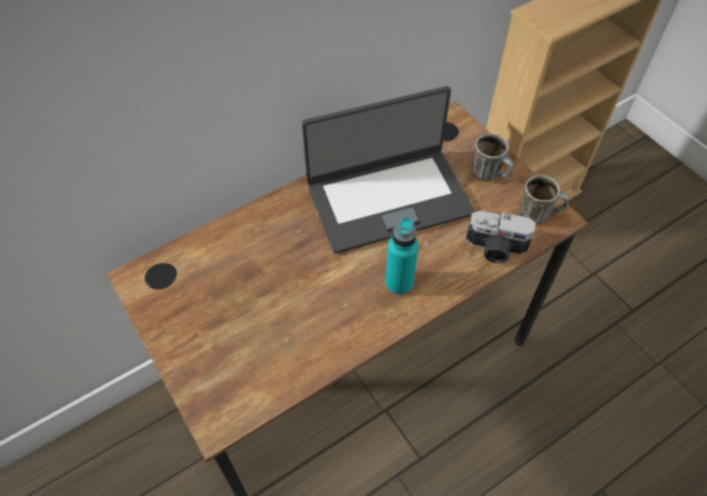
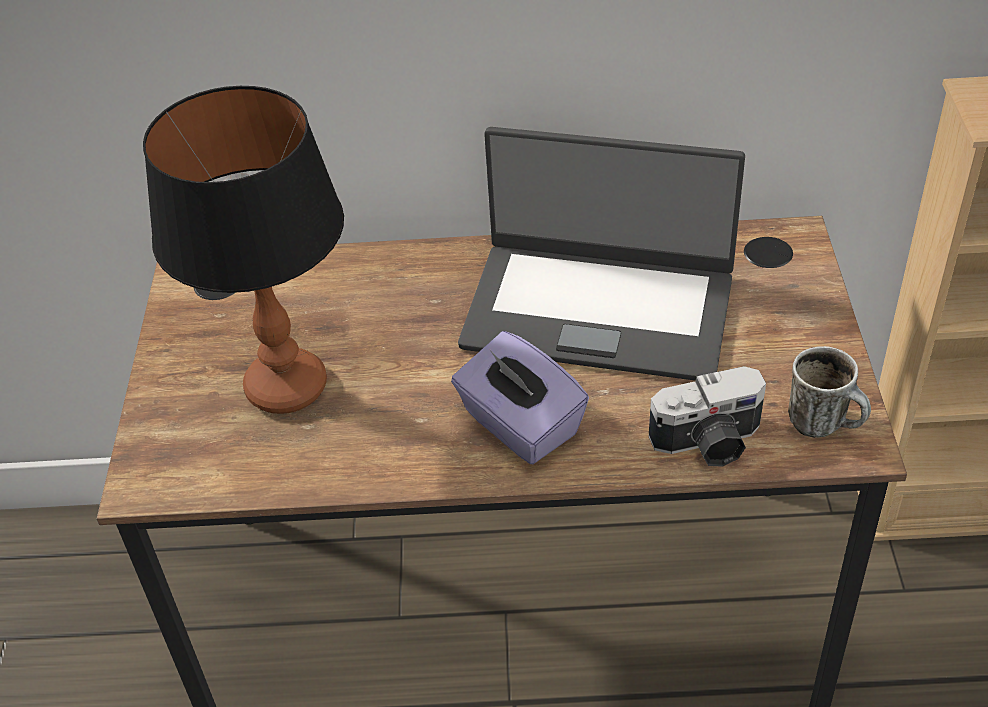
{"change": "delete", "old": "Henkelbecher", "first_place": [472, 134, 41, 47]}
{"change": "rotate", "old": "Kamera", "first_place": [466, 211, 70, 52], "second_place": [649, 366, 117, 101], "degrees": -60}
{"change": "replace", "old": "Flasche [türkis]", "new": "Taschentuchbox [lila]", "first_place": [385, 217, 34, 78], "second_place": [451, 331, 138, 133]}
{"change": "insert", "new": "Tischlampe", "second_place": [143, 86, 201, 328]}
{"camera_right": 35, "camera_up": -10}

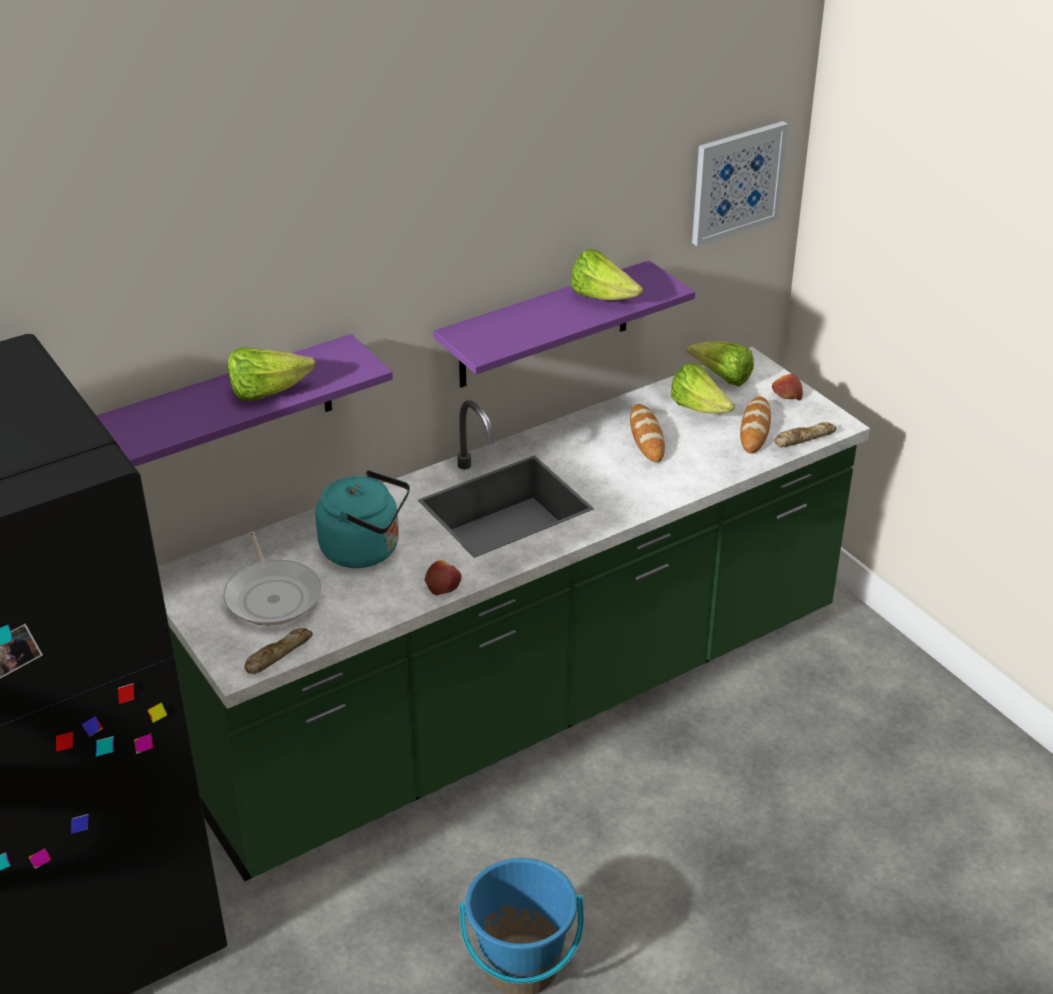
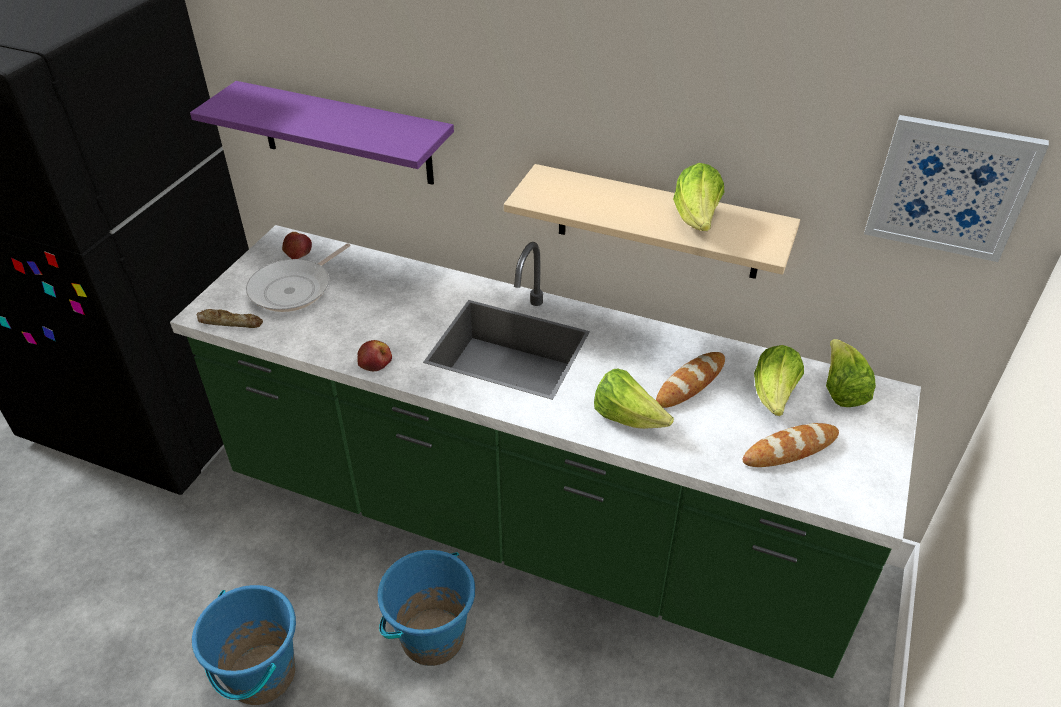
{"change": "recolor", "old": "Wandregal [lila]", "new": "Wandregal [beige]", "first_place": [433, 260, 262, 128], "second_place": [504, 164, 296, 115]}
{"change": "move", "old": "Salatkopf", "first_place": [228, 347, 87, 54], "second_place": [594, 368, 80, 61]}
{"change": "move", "old": "Apfel", "first_place": [772, 374, 31, 27], "second_place": [282, 232, 30, 27]}
{"change": "delete", "old": "Brot", "first_place": [774, 422, 62, 25]}
{"change": "delete", "old": "Wasserkessel [türkis]", "first_place": [316, 470, 94, 98]}
{"change": "insert", "new": "Eimer [blau]", "second_place": [378, 550, 97, 116]}
{"camera_right": 55, "camera_up": 5}

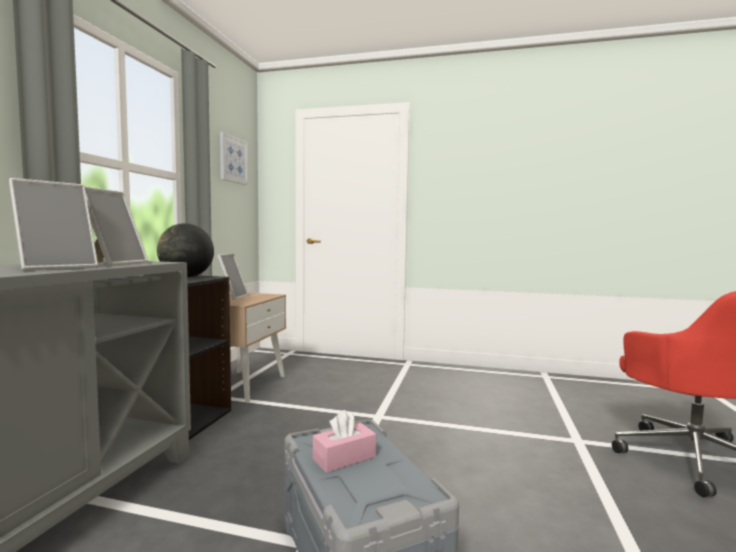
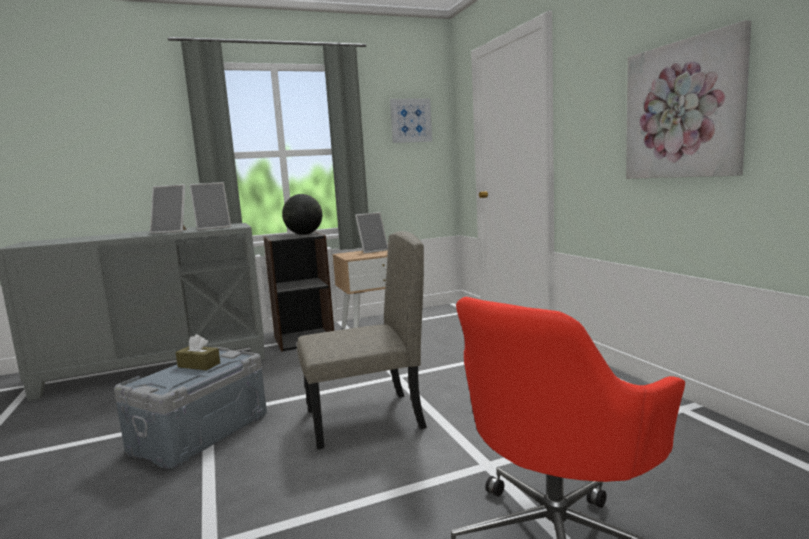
{"change": "recolor", "old": "Taschentuchbox [rosa]", "new": "Taschentuchbox [braun]", "first_place": [313, 410, 63, 63], "second_place": [176, 334, 44, 36]}
{"change": "insert", "new": "Bild", "second_place": [626, 20, 125, 159]}
{"change": "insert", "new": "Stuhl [beige]", "second_place": [297, 231, 130, 218]}
{"camera_right": 55, "camera_up": 5}

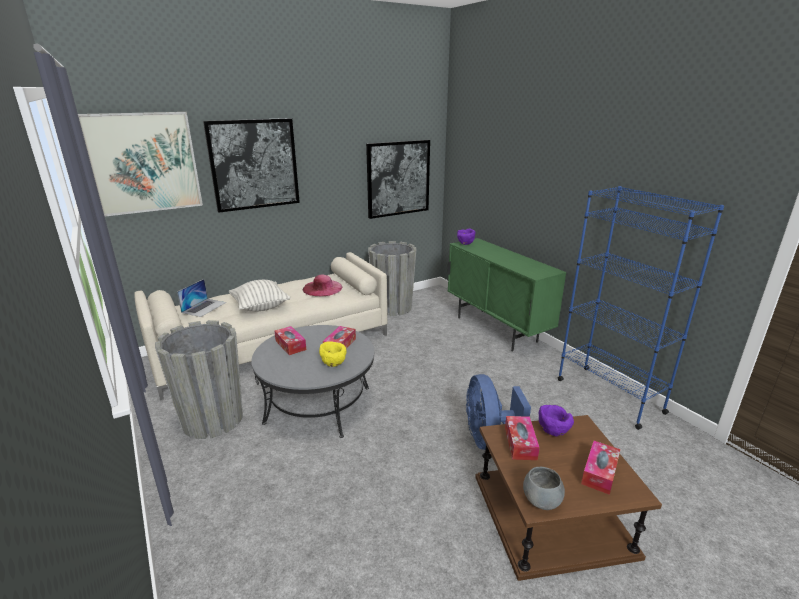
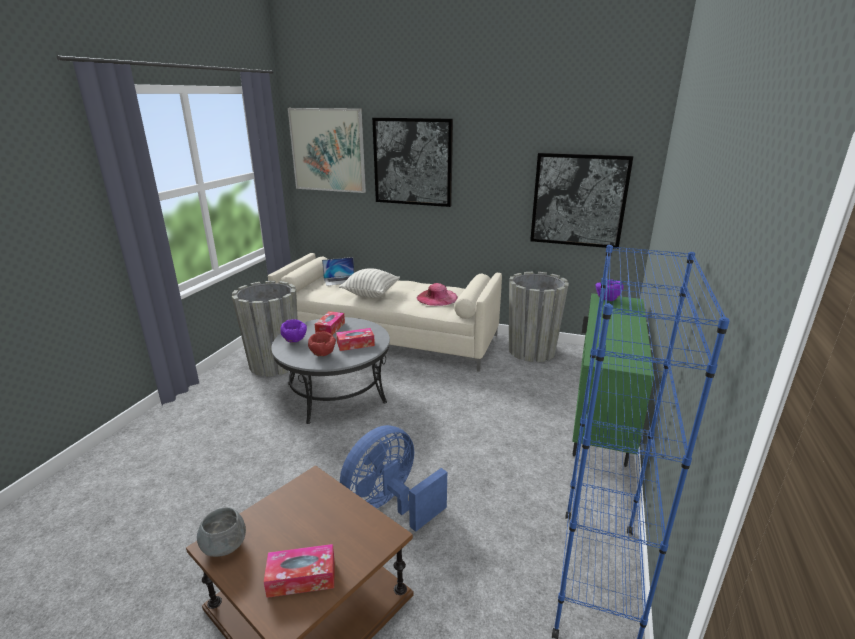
{"change": "recolor", "old": "Schüssel [gelb]", "new": "Schüssel [rot]", "first_place": [319, 341, 27, 26], "second_place": [308, 331, 28, 25]}
{"change": "move", "old": "Schüssel [lila]", "first_place": [539, 405, 35, 32], "second_place": [280, 319, 27, 24]}
{"change": "delete", "old": "Taschentuchbox", "first_place": [505, 416, 35, 44]}
{"camera_right": 50, "camera_up": 0}

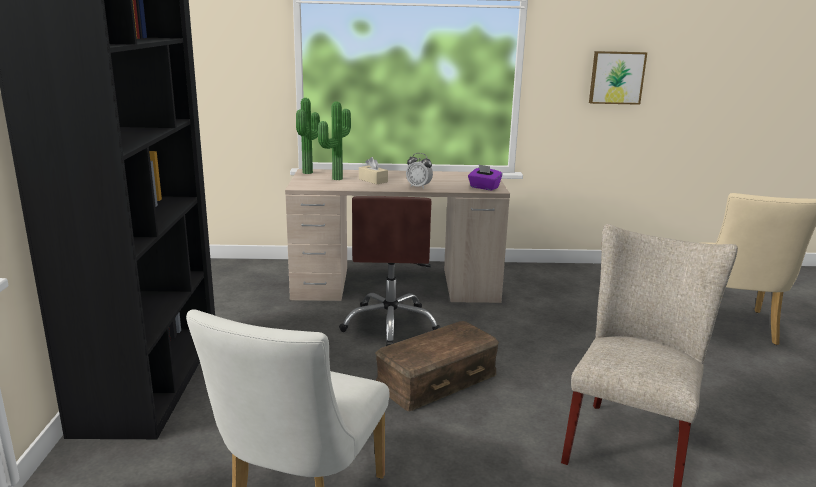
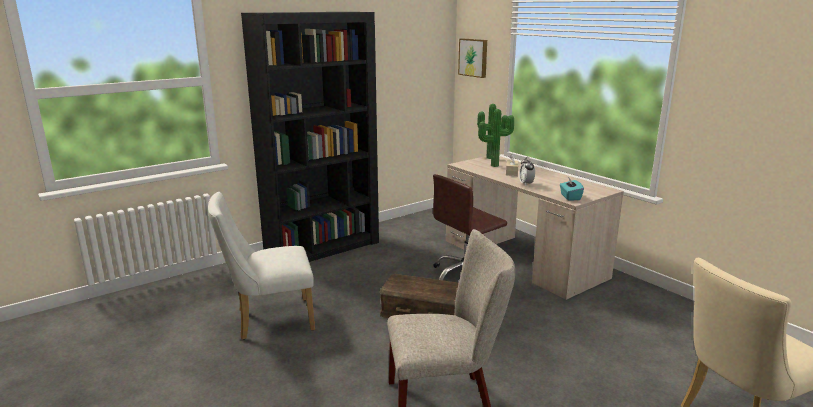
{"change": "move", "old": "Bild", "first_place": [589, 51, 58, 54], "second_place": [458, 38, 29, 40]}
{"change": "recolor", "old": "Taschentuchbox [lila]", "new": "Taschentuchbox [türkis]", "first_place": [468, 164, 35, 26], "second_place": [560, 177, 24, 23]}
{"camera_right": 55, "camera_up": 0}

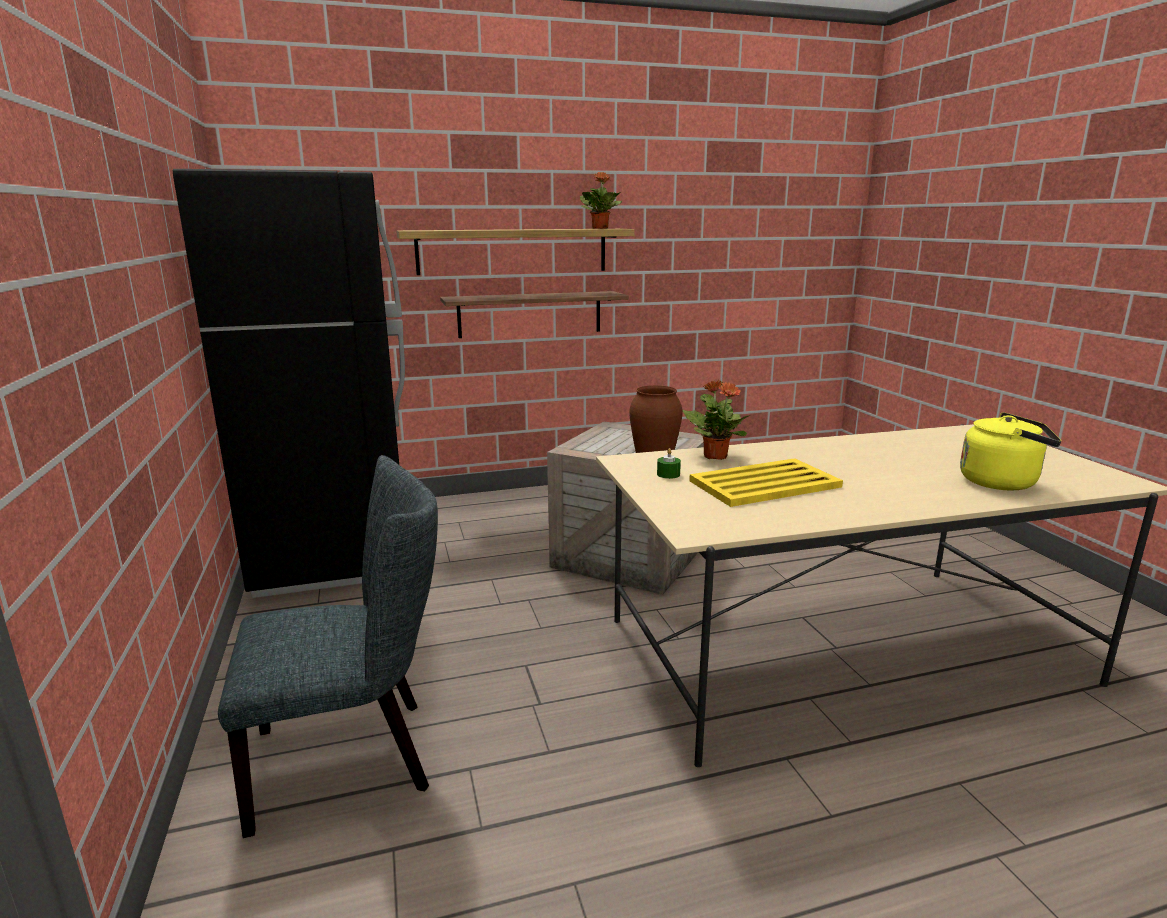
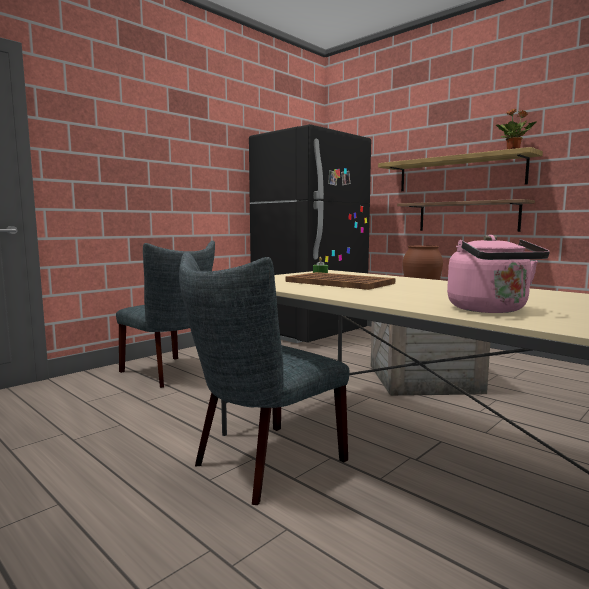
{"change": "delete", "old": "Topfpflanze", "first_place": [682, 380, 68, 80]}
{"change": "recolor", "old": "Wasserkessel [gelb]", "new": "Wasserkessel [rosa]", "first_place": [960, 412, 101, 79], "second_place": [447, 235, 103, 78]}
{"change": "recolor", "old": "Tablett [gelb]", "new": "Tablett [braun]", "first_place": [689, 458, 154, 49], "second_place": [286, 272, 109, 18]}
{"change": "insert", "new": "Stuhl [grau]", "second_place": [179, 252, 171, 253]}
{"camera_right": 60, "camera_up": -10}

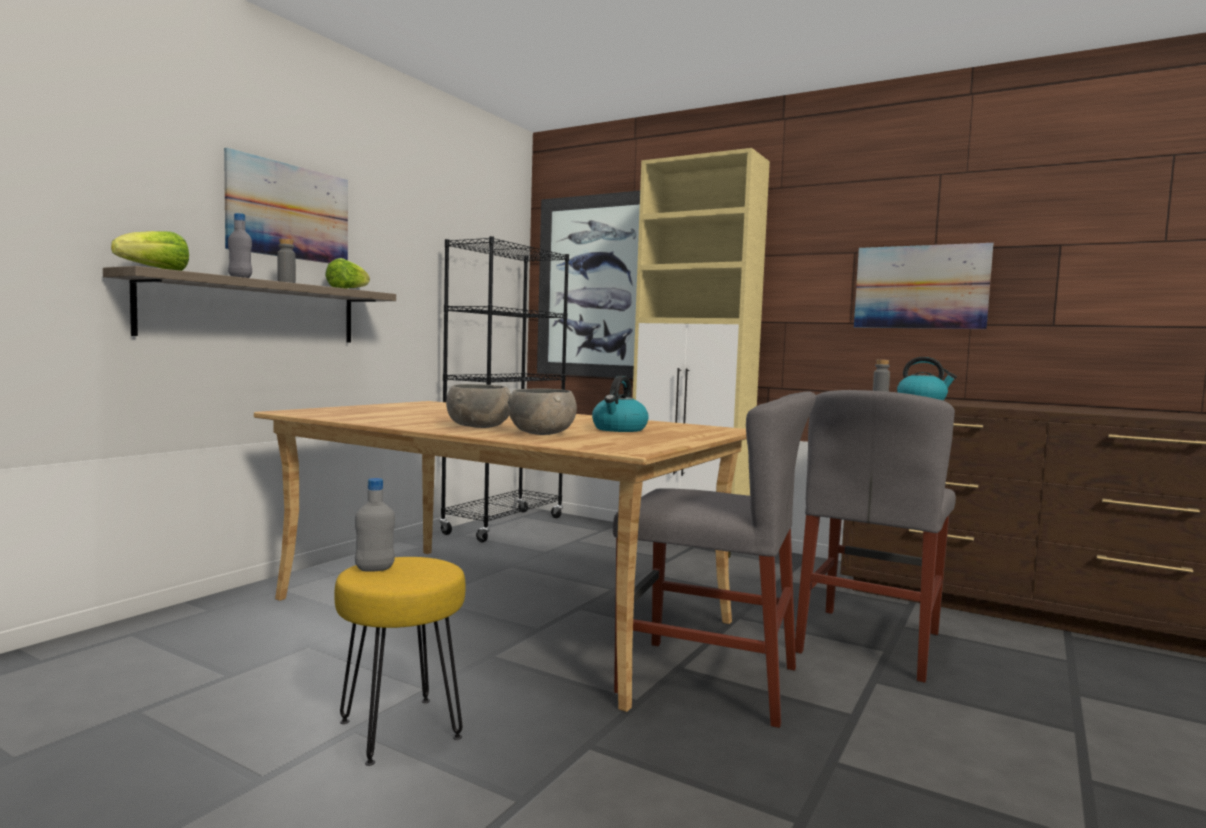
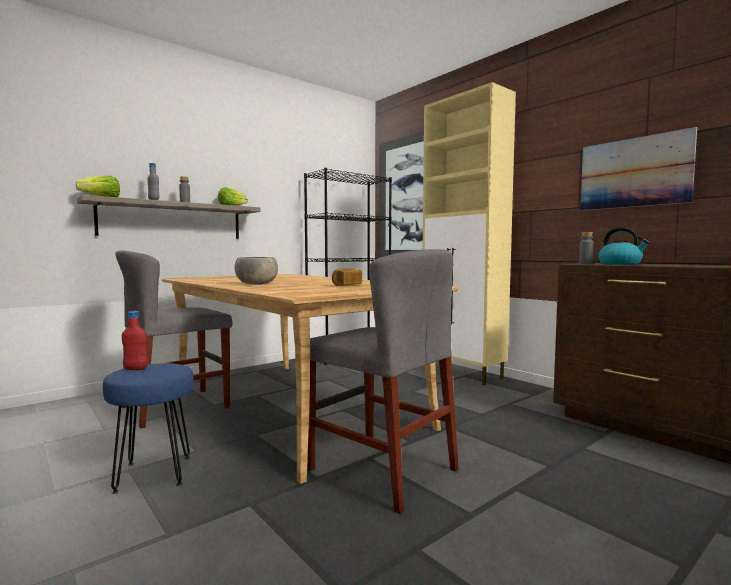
{"change": "delete", "old": "Bild", "first_place": [224, 148, 124, 115]}
{"change": "replace", "old": "Wasserkessel", "new": "Brot", "first_place": [592, 376, 57, 56], "second_place": [332, 268, 30, 18]}
{"change": "delete", "old": "Schüssel [grau]", "first_place": [507, 388, 70, 47]}
{"change": "move", "old": "Stuhl [grau]", "first_place": [795, 390, 161, 293], "second_place": [115, 250, 117, 179]}
{"change": "recolor", "old": "Flasche [grau]", "new": "Flasche [rot]", "first_place": [355, 478, 40, 94], "second_place": [122, 311, 26, 59]}
{"change": "recolor", "old": "Hocker [gelb]", "new": "Hocker [blau]", "first_place": [334, 557, 131, 209], "second_place": [103, 363, 91, 131]}
{"camera_right": 20, "camera_up": 0}

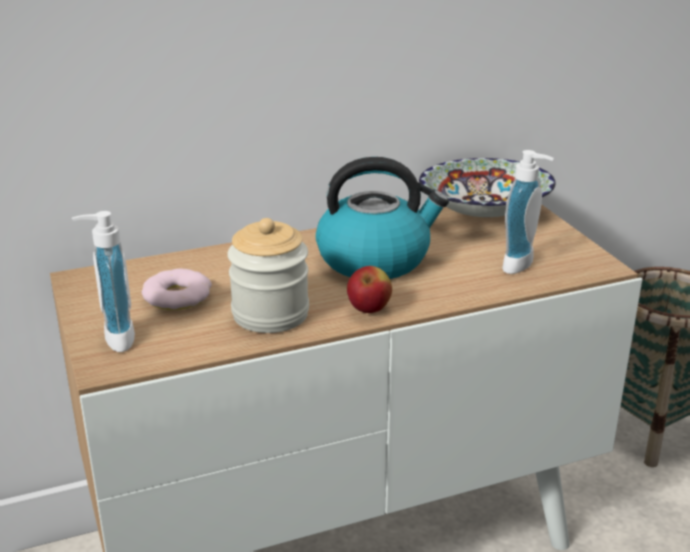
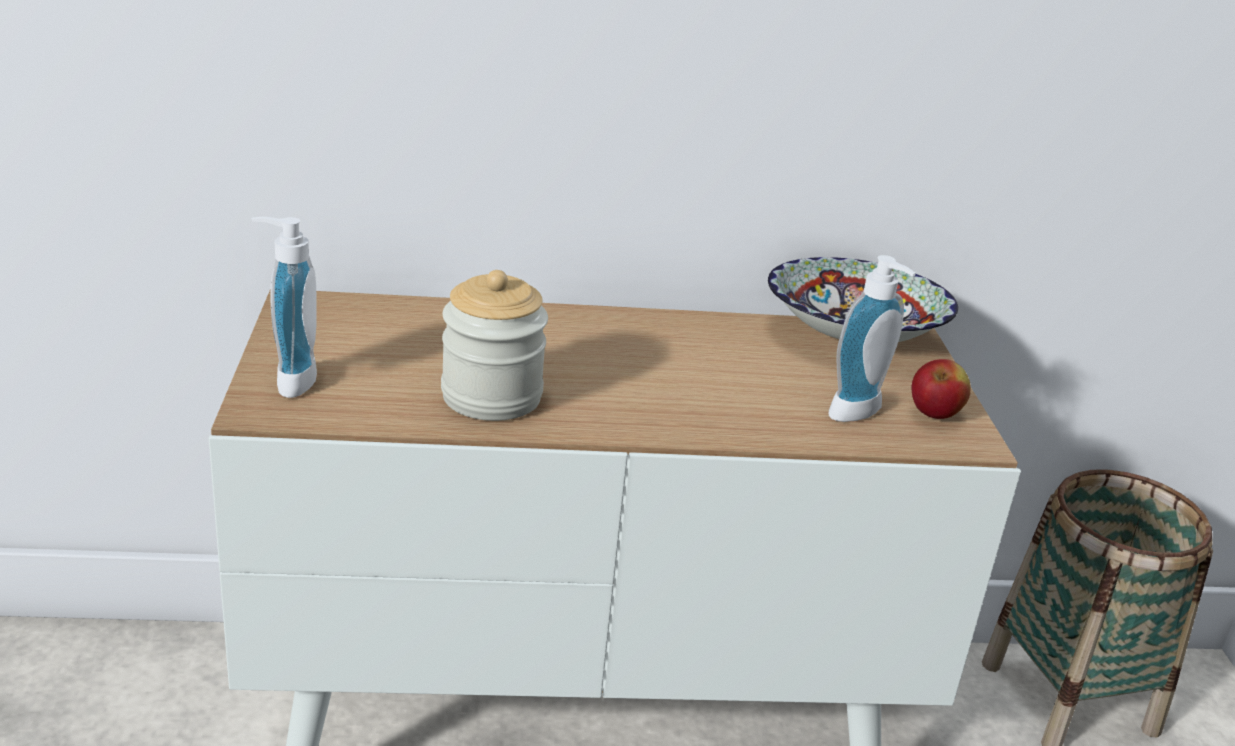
{"change": "delete", "old": "Wasserkessel", "first_place": [316, 157, 133, 122]}
{"change": "move", "old": "Apfel", "first_place": [347, 266, 45, 47], "second_place": [912, 359, 59, 60]}
{"change": "delete", "old": "Donut", "first_place": [142, 269, 70, 41]}
{"camera_right": 15, "camera_up": 0}

